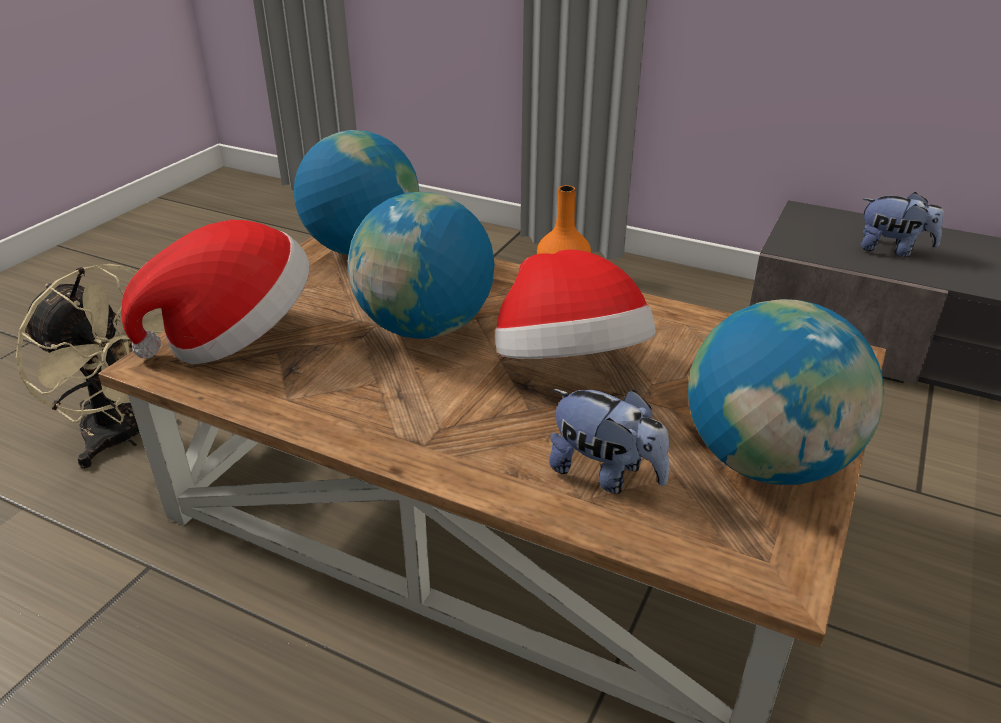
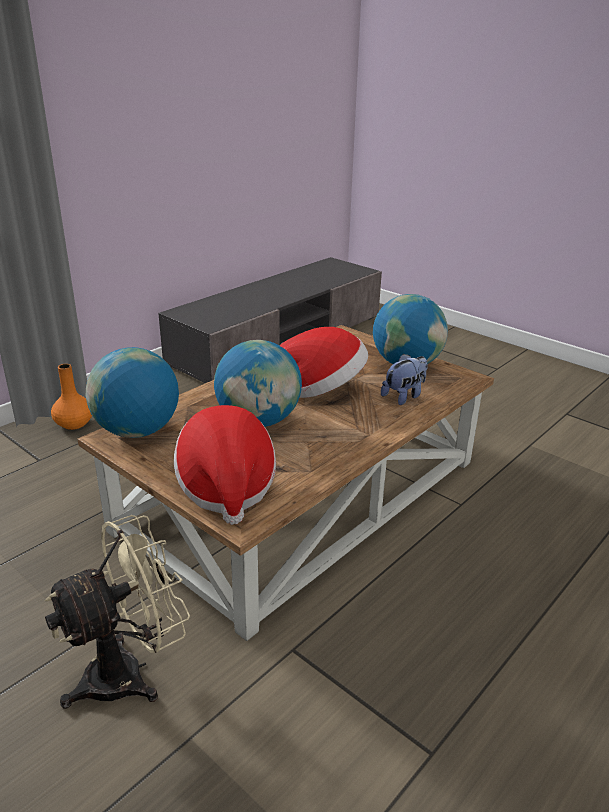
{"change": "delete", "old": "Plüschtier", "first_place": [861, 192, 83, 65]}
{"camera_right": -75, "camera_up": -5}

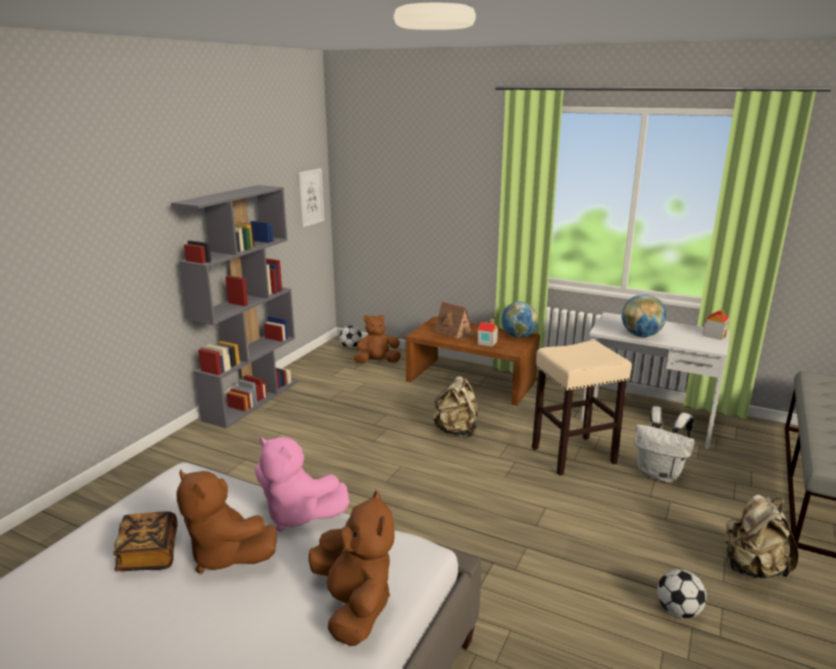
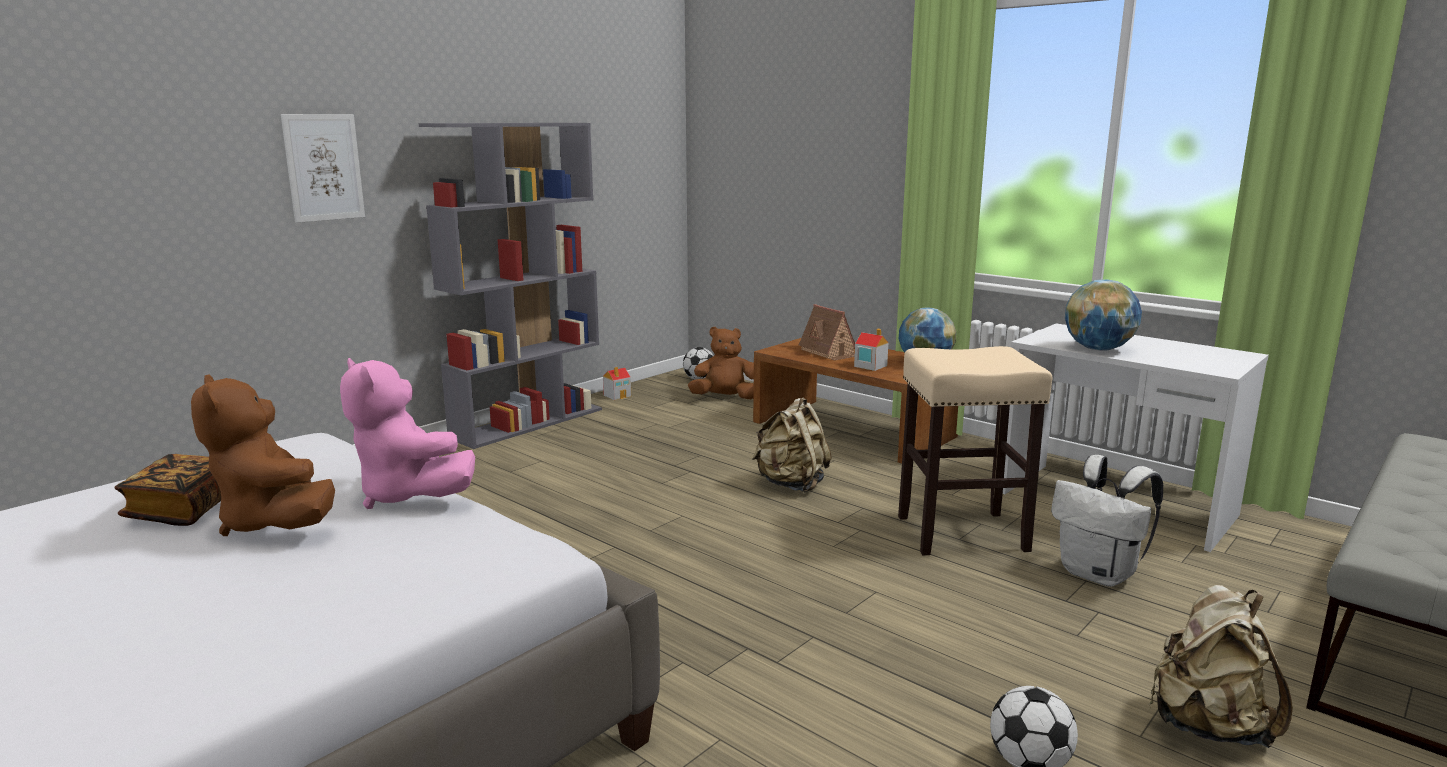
{"change": "move", "old": "Bild", "first_place": [298, 168, 26, 60], "second_place": [281, 114, 84, 109]}
{"change": "move", "old": "Spielzeughaus", "first_place": [703, 310, 26, 30], "second_place": [603, 367, 28, 33]}
{"change": "delete", "old": "Plüschtier [braun]", "first_place": [308, 490, 86, 156]}
{"camera_right": 15, "camera_up": -5}

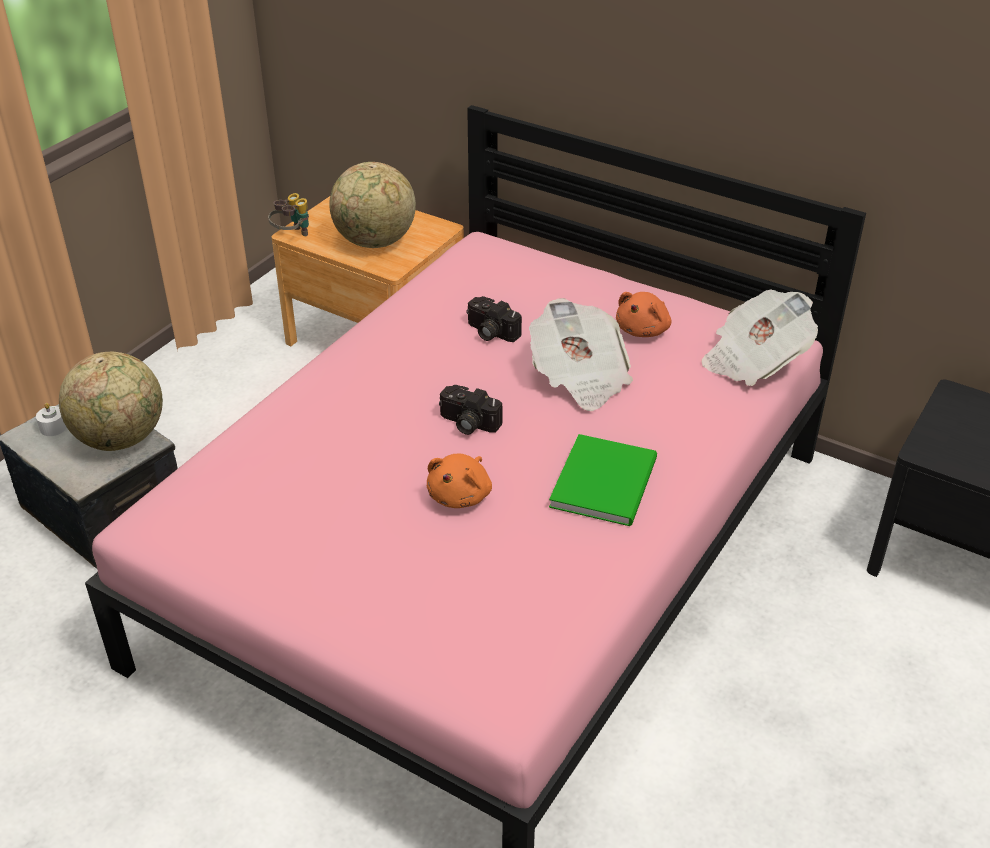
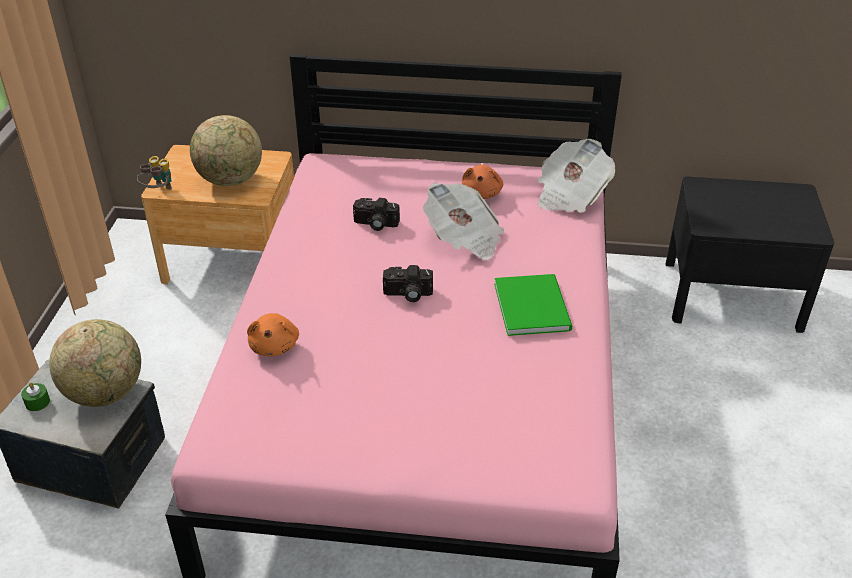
{"change": "recolor", "old": "Kerze [weiß]", "new": "Kerze [grün]", "first_place": [36, 403, 31, 33], "second_place": [21, 382, 29, 29]}
{"change": "move", "old": "Plüschtier [orange]", "first_place": [427, 454, 65, 54], "second_place": [247, 313, 52, 43]}
{"camera_right": -25, "camera_up": 0}

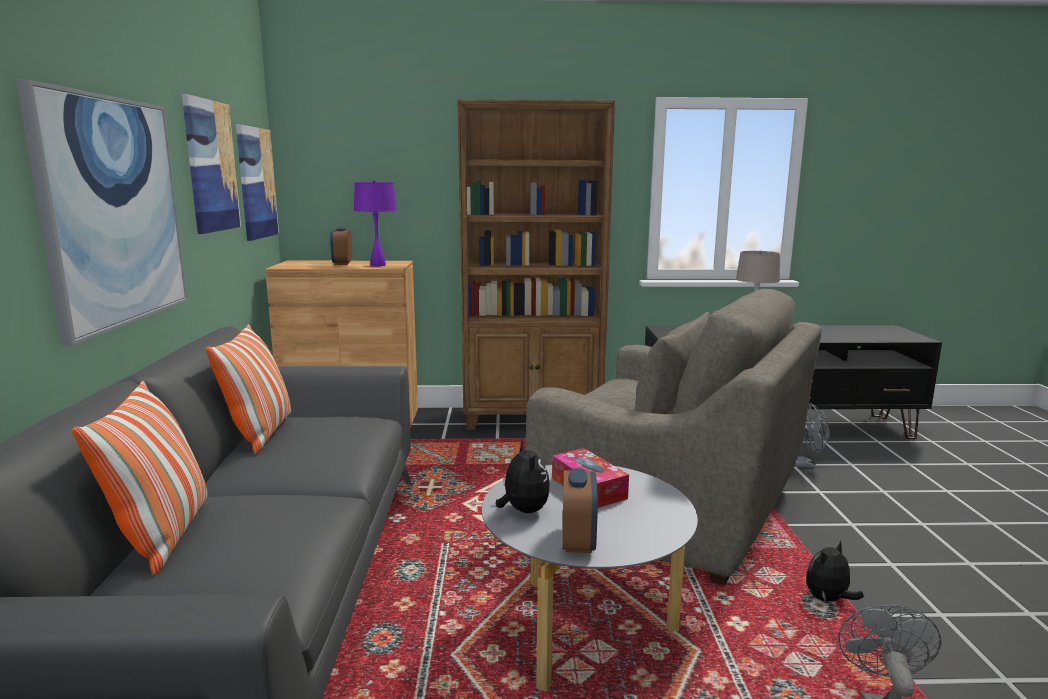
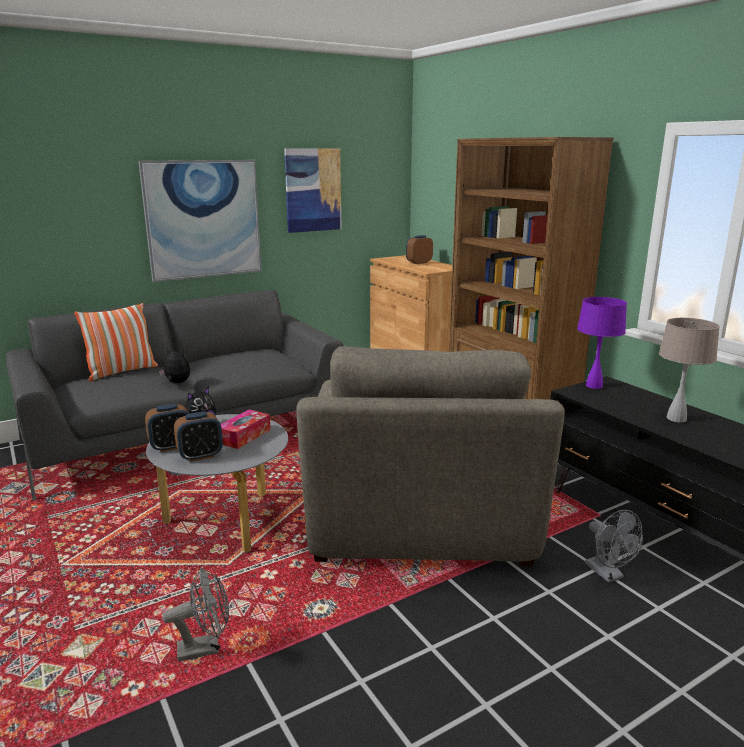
{"change": "delete", "old": "Bild", "first_place": [236, 124, 43, 117]}
{"change": "move", "old": "Tischlampe [lila]", "first_place": [354, 180, 43, 86], "second_place": [577, 297, 50, 92]}
{"change": "delete", "old": "Kissen", "first_place": [206, 324, 85, 130]}
{"change": "move", "old": "Plüschtier", "first_place": [806, 540, 58, 62], "second_place": [159, 348, 31, 35]}
{"change": "insert", "new": "Wecker", "second_place": [174, 412, 49, 50]}
{"camera_right": 60, "camera_up": 5}

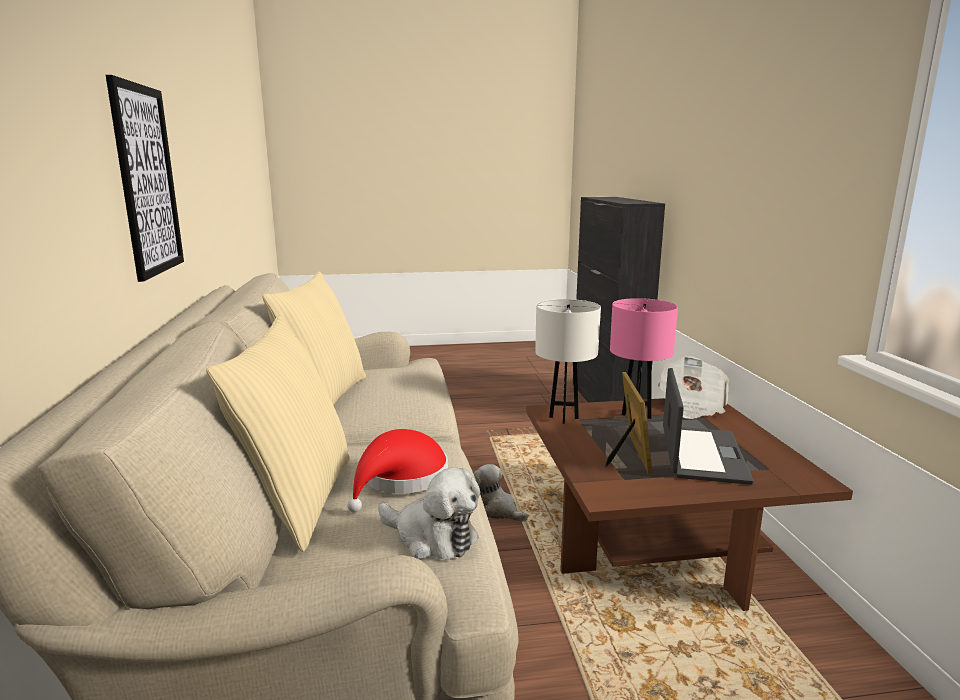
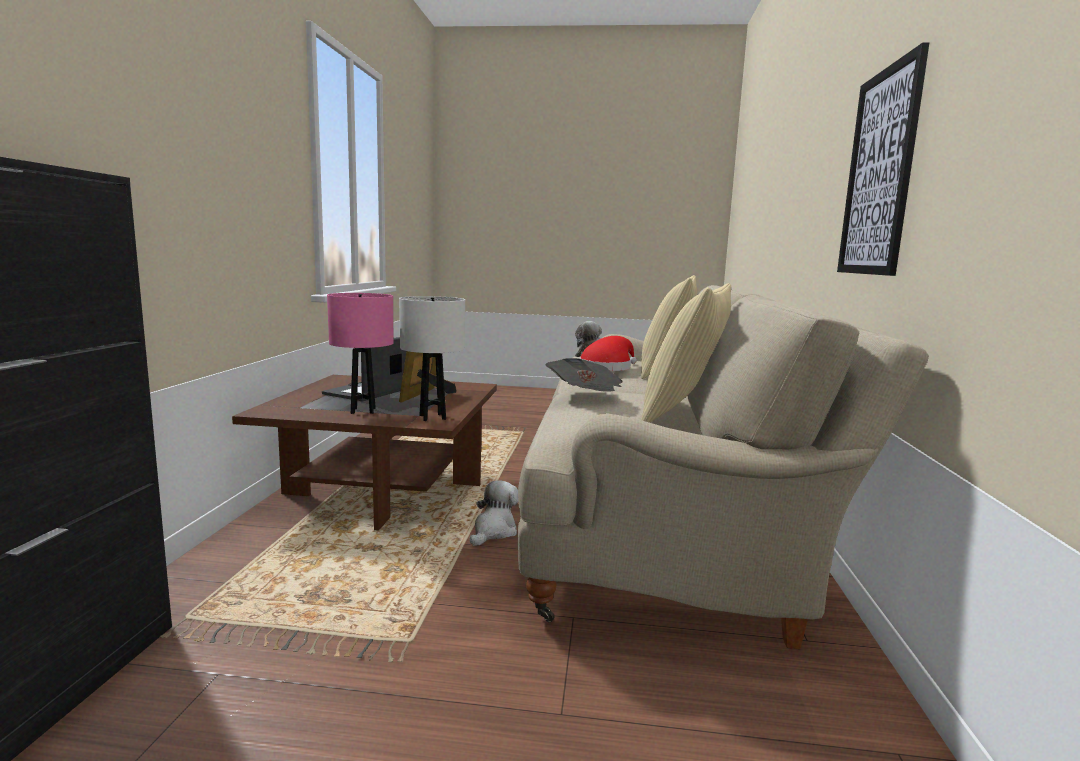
{"change": "move", "old": "Zeitung", "first_place": [658, 356, 71, 63], "second_place": [546, 358, 76, 34]}
{"change": "rotate", "old": "Plüschtier", "first_place": [474, 464, 54, 58], "second_place": [470, 480, 48, 66], "degrees": -120}
{"camera_right": -165, "camera_up": -5}

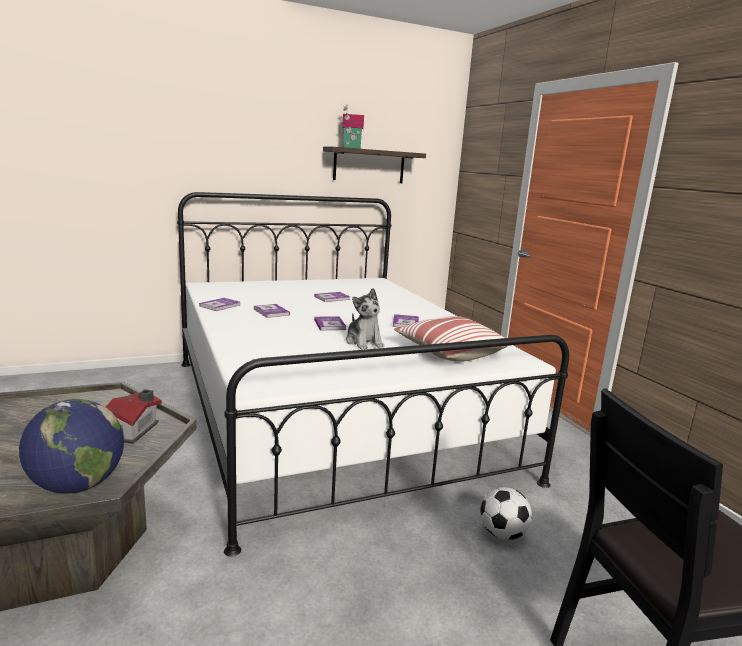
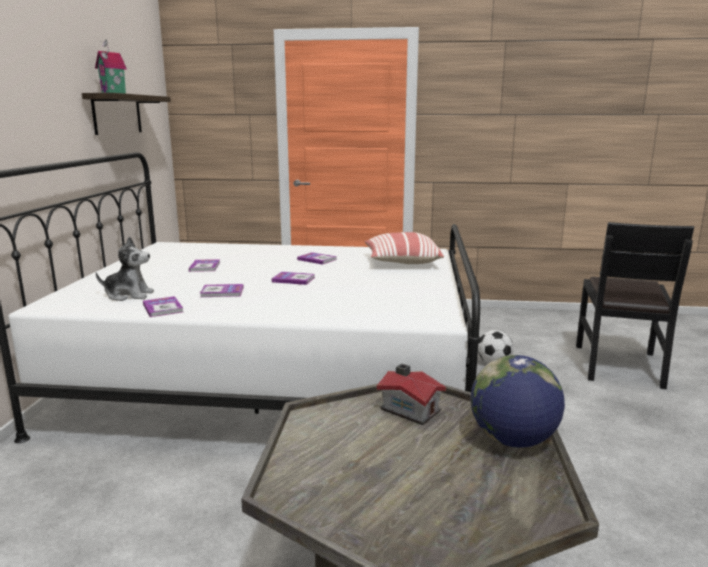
{"change": "move", "old": "Plüschtier", "first_place": [346, 288, 38, 62], "second_place": [96, 236, 58, 65]}
{"camera_right": -60, "camera_up": 0}

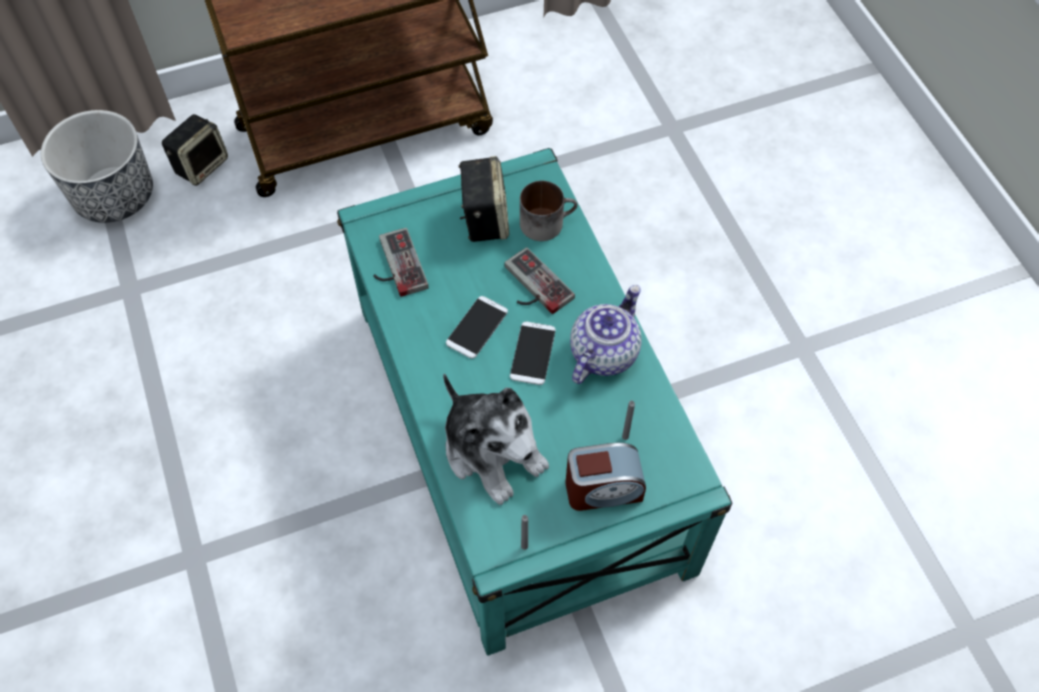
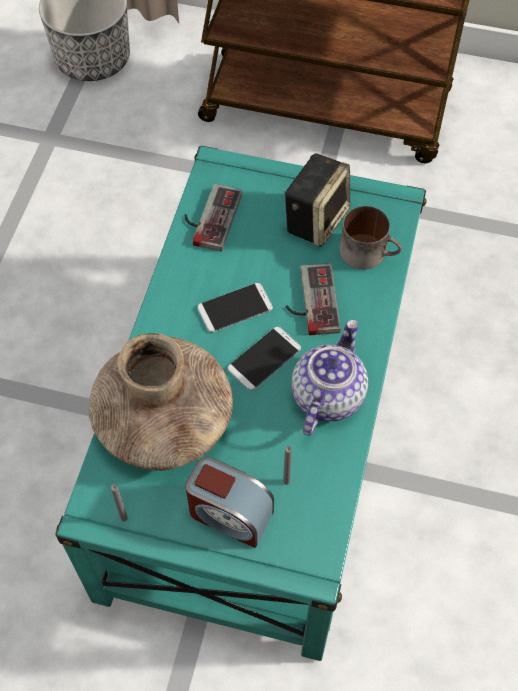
{"change": "delete", "old": "Lautsprecher", "first_place": [162, 114, 66, 72]}
{"change": "rotate", "old": "Teekanne", "first_place": [570, 285, 72, 99], "second_place": [292, 319, 76, 117], "degrees": -45}
{"change": "replace", "old": "Plüschtier", "new": "Vase [braun]", "first_place": [443, 373, 106, 132], "second_place": [89, 333, 144, 138]}
{"camera_right": 35, "camera_up": 0}

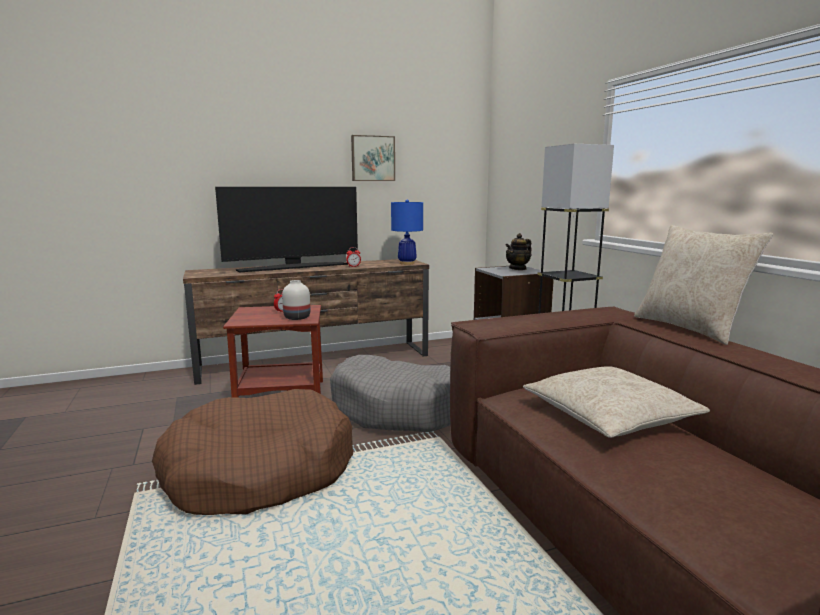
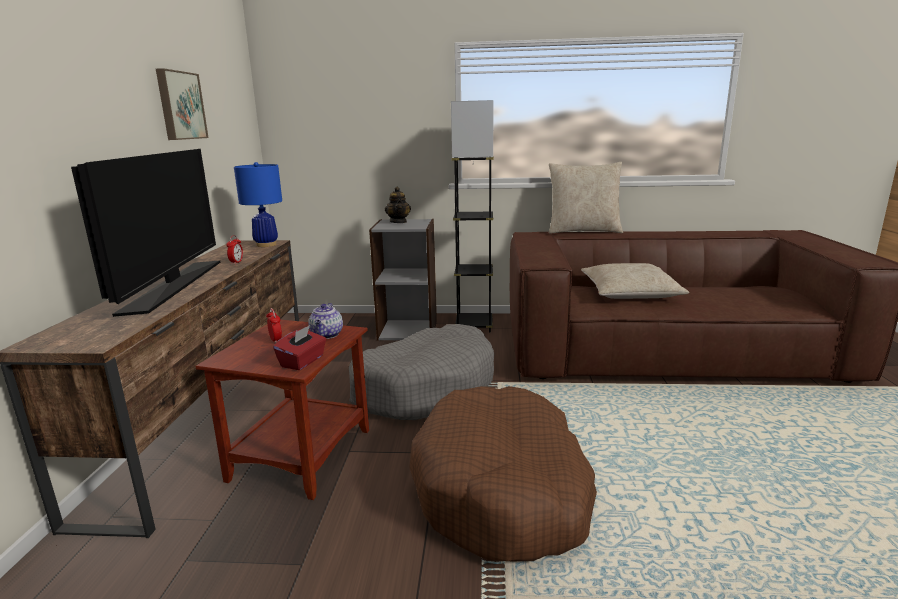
{"change": "replace", "old": "Vase [weiß]", "new": "Teekanne", "first_place": [282, 280, 28, 40], "second_place": [308, 303, 35, 36]}
{"change": "insert", "new": "Taschentuchbox [rot]", "second_place": [273, 325, 53, 45]}
{"camera_right": -65, "camera_up": 5}

